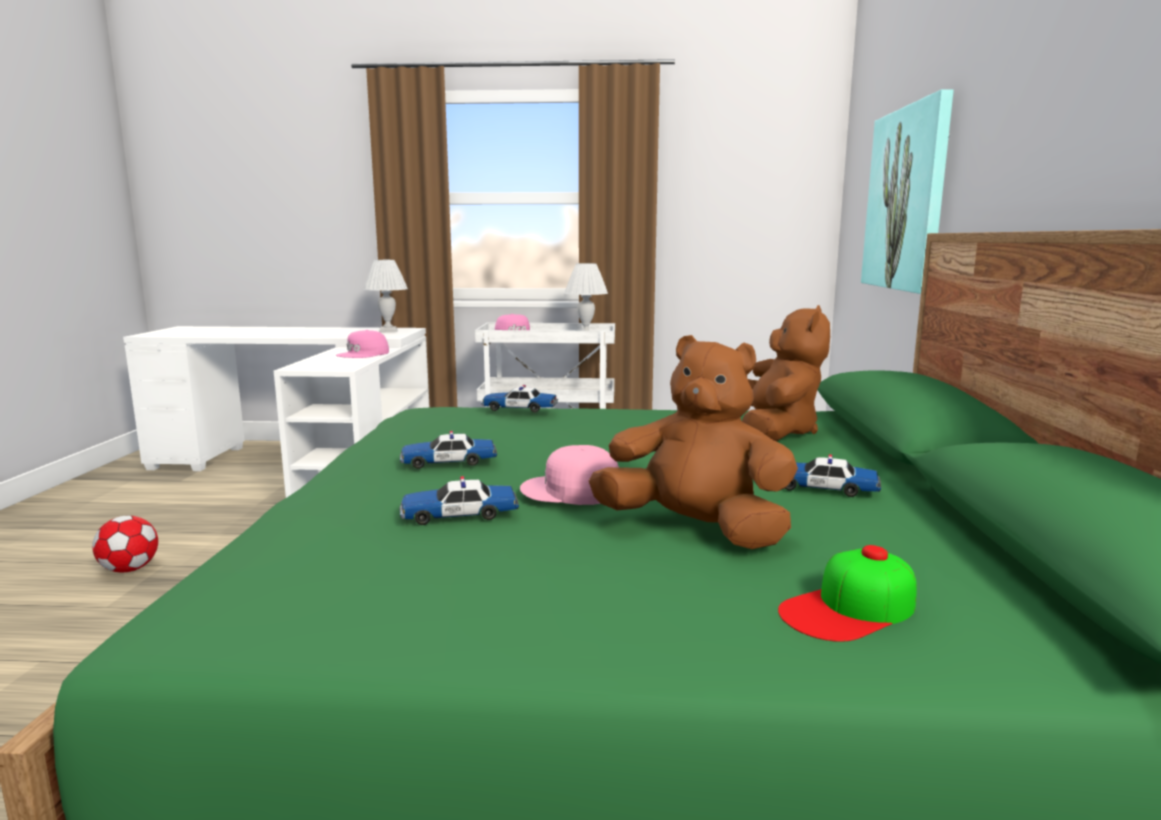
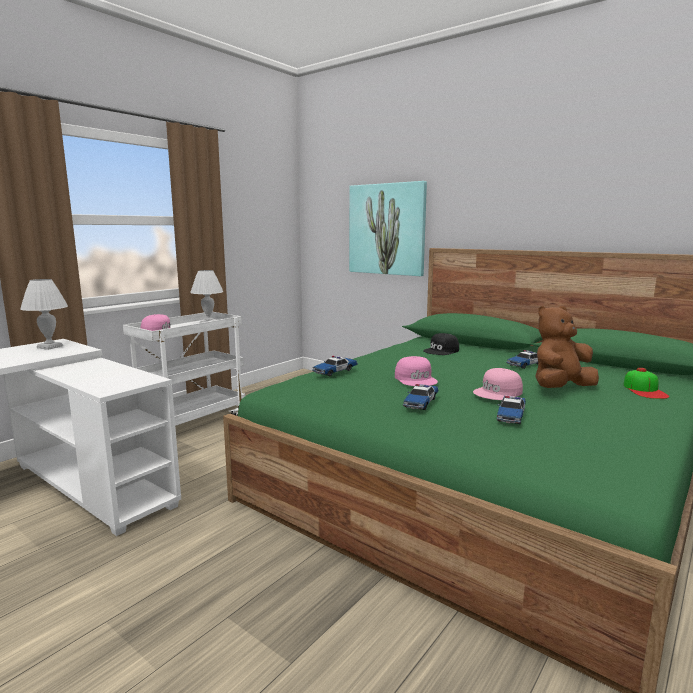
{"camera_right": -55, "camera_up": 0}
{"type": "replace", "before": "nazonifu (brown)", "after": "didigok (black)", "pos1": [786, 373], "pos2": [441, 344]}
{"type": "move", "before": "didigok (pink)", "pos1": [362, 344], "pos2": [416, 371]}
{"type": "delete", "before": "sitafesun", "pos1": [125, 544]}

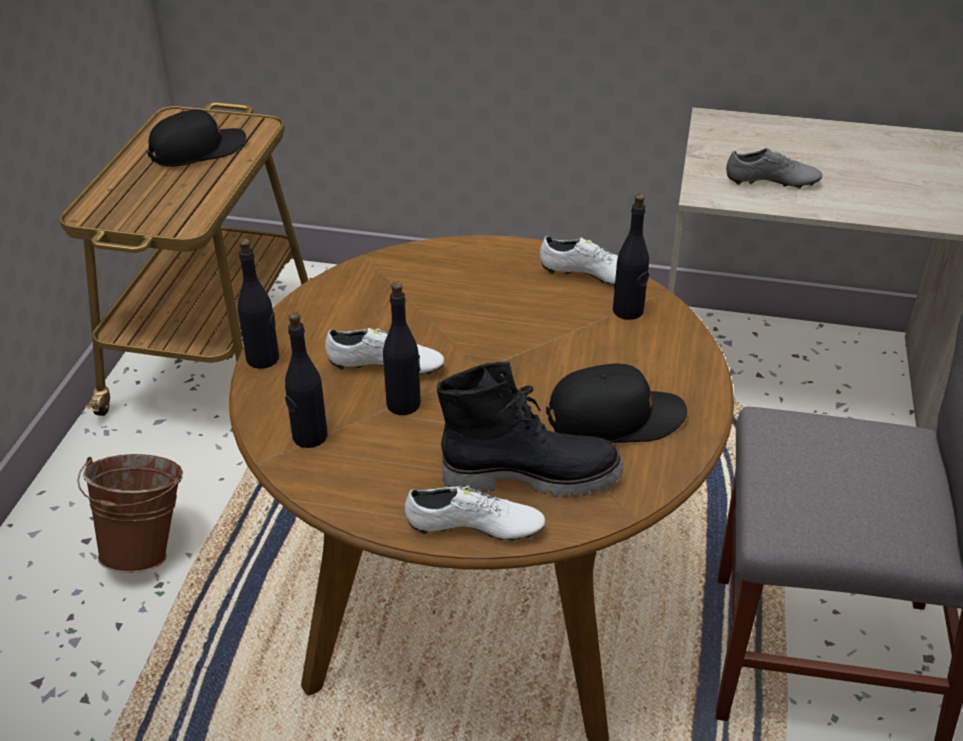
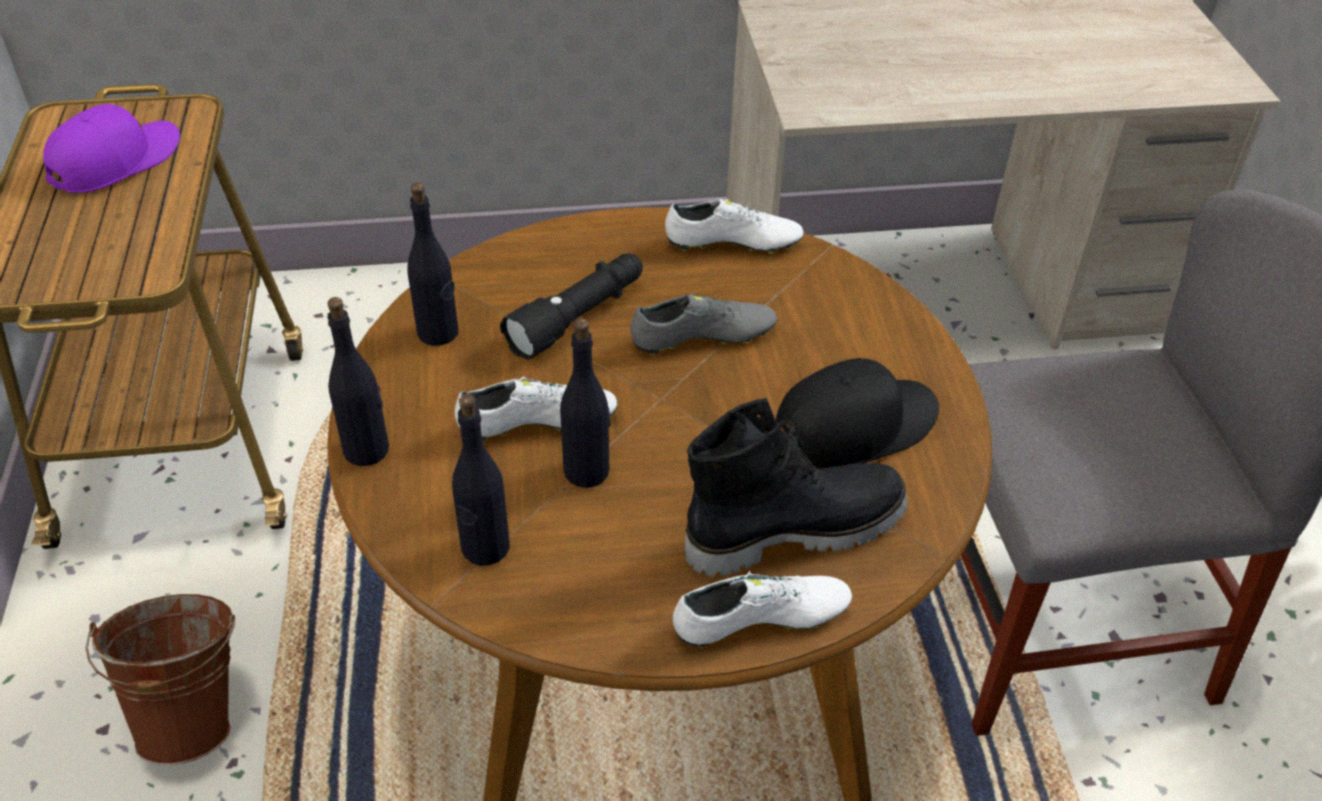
{"camera_right": -20, "camera_up": 5}
{"type": "recolor", "before": "didigok (black)", "after": "didigok (purple)", "pos1": [197, 138], "pos2": [111, 148]}
{"type": "move", "before": "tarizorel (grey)", "pos1": [774, 168], "pos2": [703, 324]}
{"type": "move", "before": "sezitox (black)", "pos1": [631, 257], "pos2": [432, 264]}
{"type": "insert", "after": "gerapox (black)", "pos2": [571, 307]}

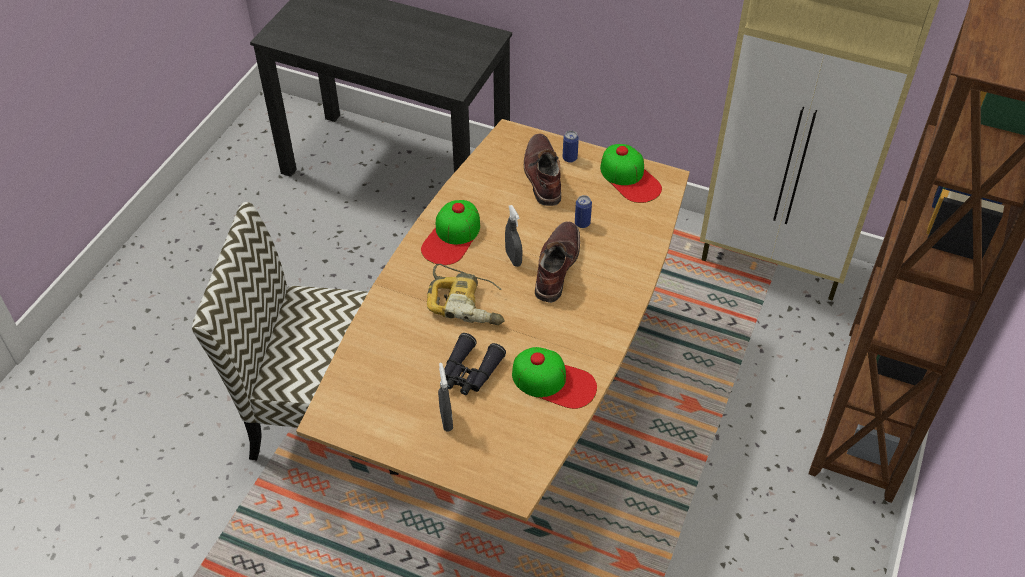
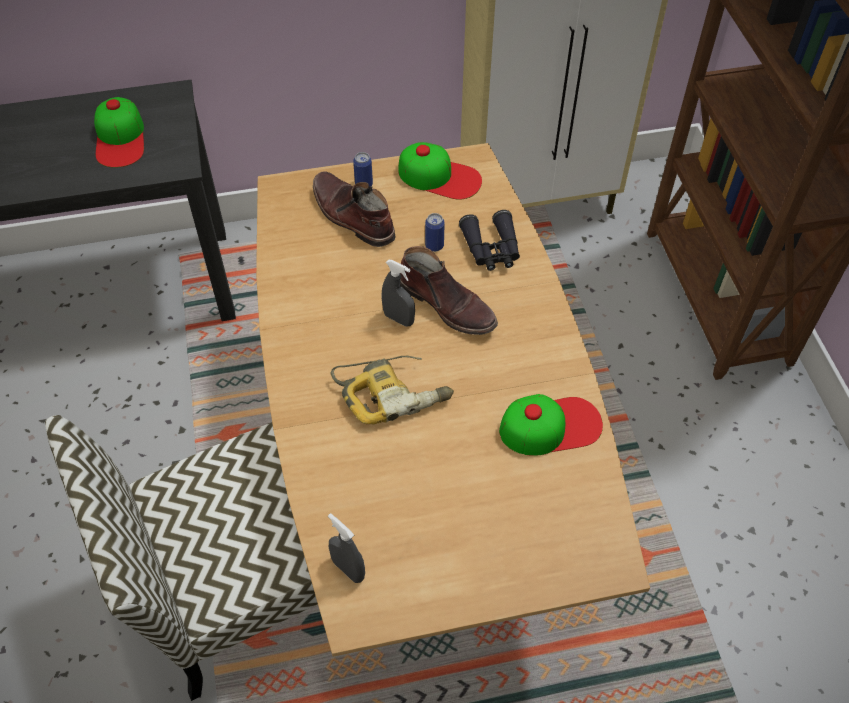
{"camera_right": -35, "camera_up": 5}
{"type": "move", "before": "didigok", "pos1": [450, 232], "pos2": [119, 132]}
{"type": "rotate", "before": "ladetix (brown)", "pos1": [557, 262], "pos2": [449, 290], "turn": 150}
{"type": "move", "before": "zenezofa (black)", "pos1": [475, 364], "pos2": [489, 240]}
{"type": "move", "before": "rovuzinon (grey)", "pos1": [445, 397], "pos2": [346, 548]}

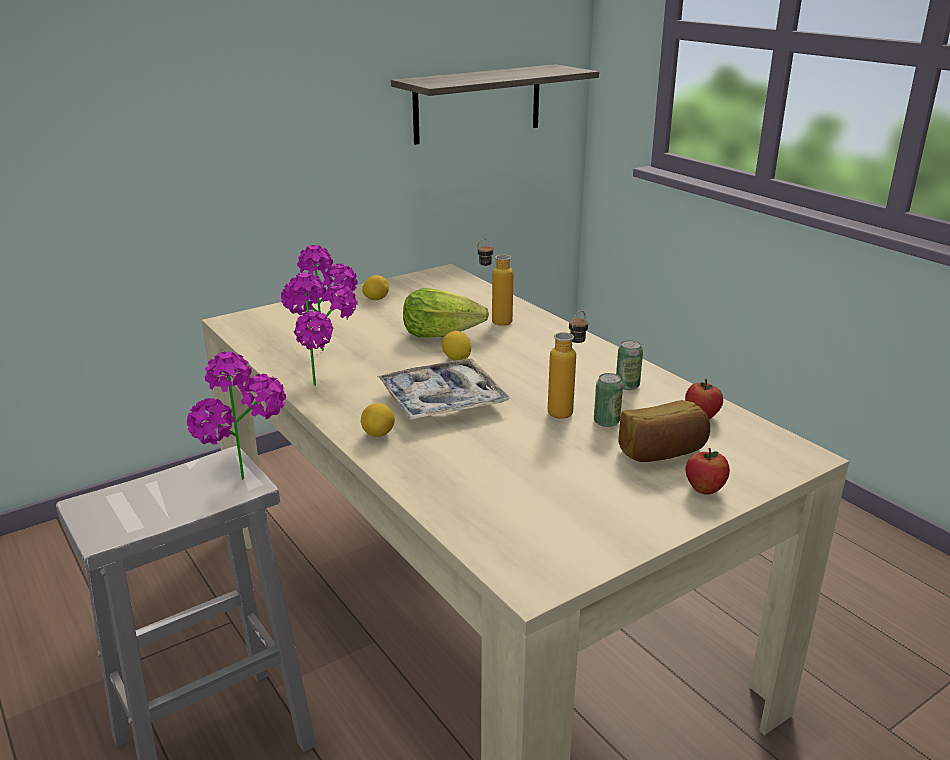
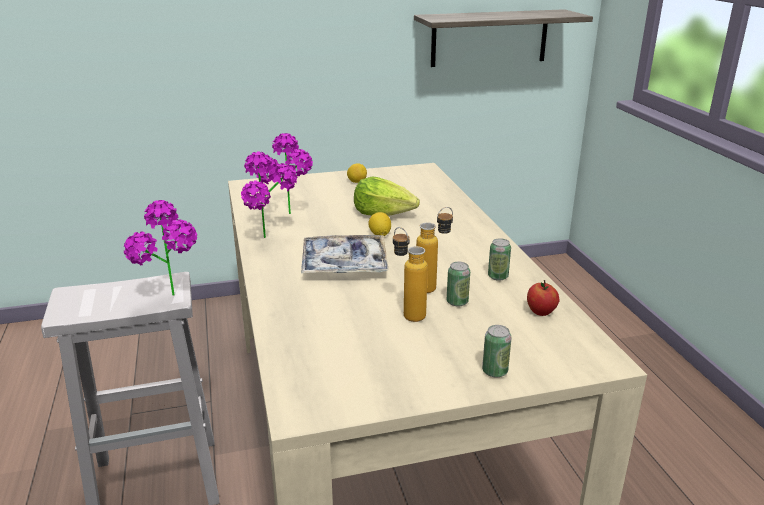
{"camera_right": 20, "camera_up": 0}
{"type": "move", "before": "sezitox", "pos1": [495, 282], "pos2": [410, 274]}
{"type": "delete", "before": "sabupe", "pos1": [664, 431]}
{"type": "delete", "before": "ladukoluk", "pos1": [378, 420]}
{"type": "replace", "before": "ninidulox", "after": "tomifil", "pos1": [708, 471], "pos2": [497, 351]}

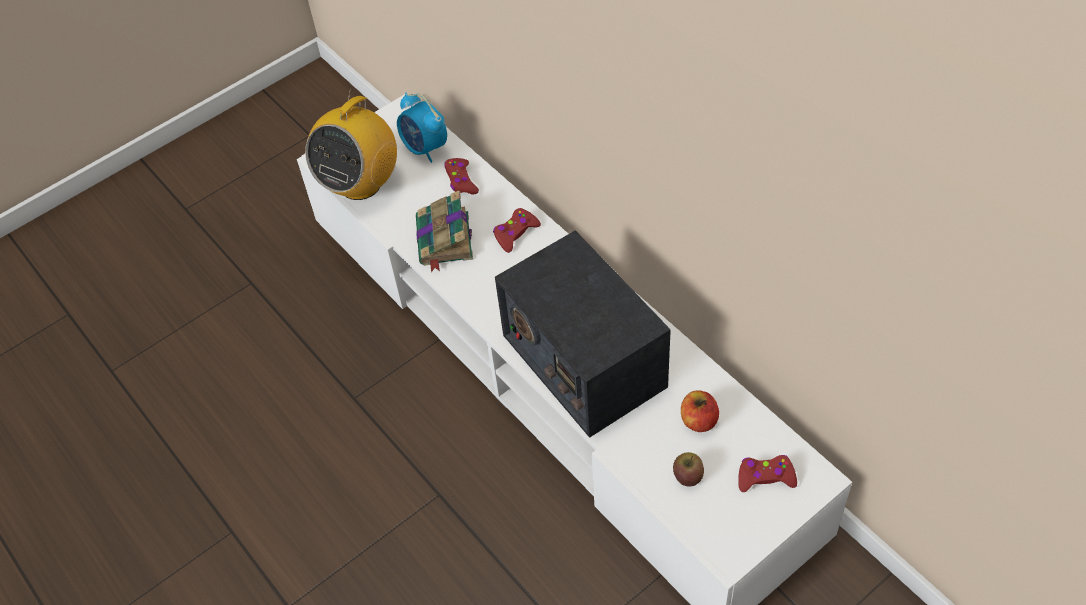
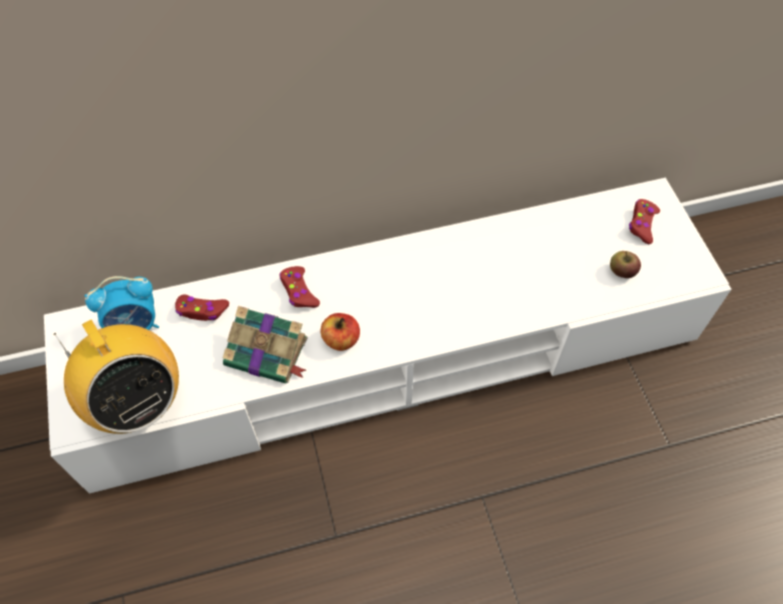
{"camera_right": -70, "camera_up": 5}
{"type": "delete", "before": "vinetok", "pos1": [583, 334]}
{"type": "move", "before": "ninidulox", "pos1": [700, 411], "pos2": [340, 332]}

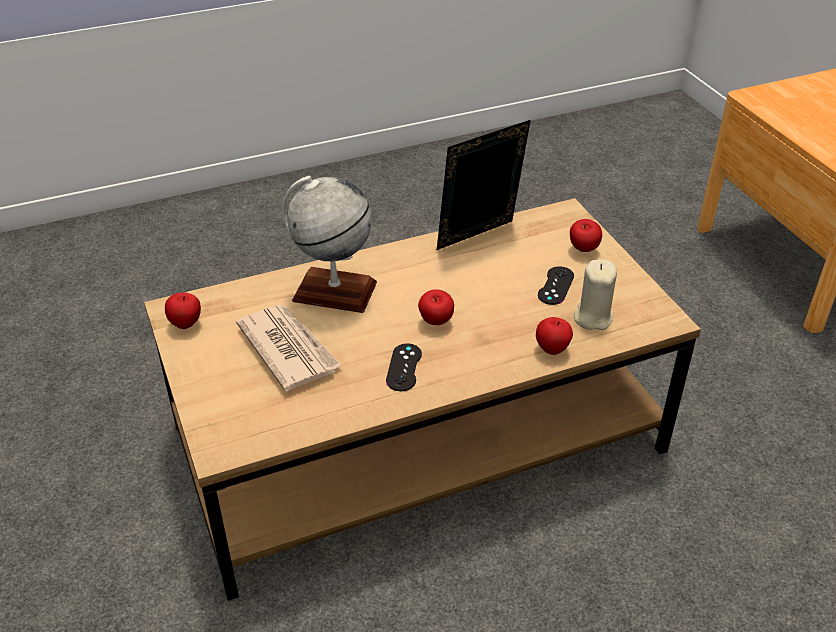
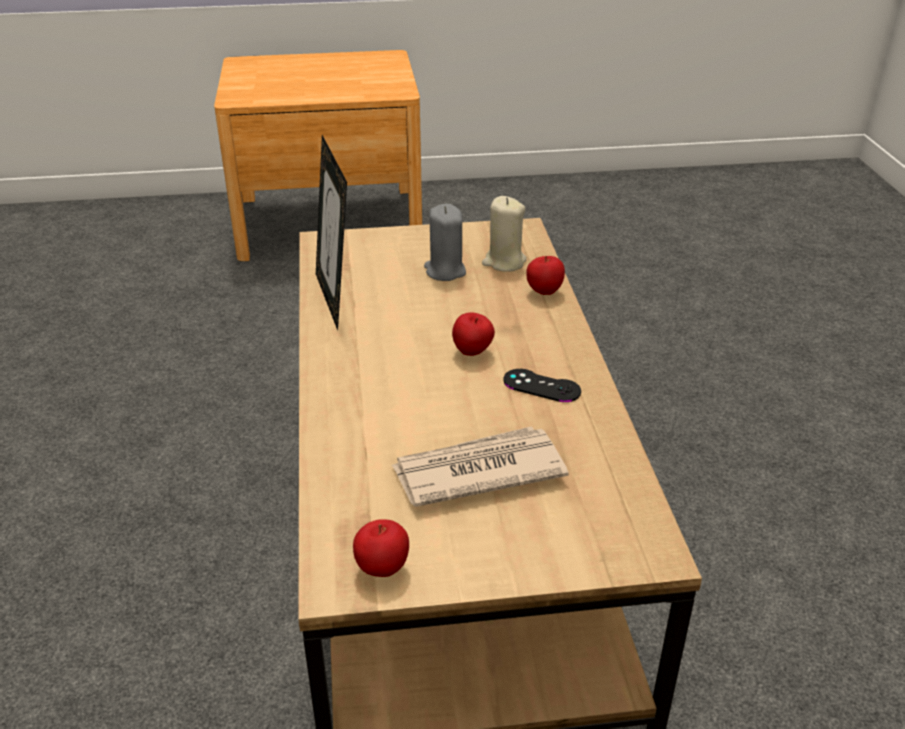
{"camera_right": -75, "camera_up": -5}
{"type": "delete", "before": "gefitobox", "pos1": [329, 244]}
{"type": "delete", "before": "ninidulox", "pos1": [586, 235]}
{"type": "replace", "before": "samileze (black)", "after": "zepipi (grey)", "pos1": [556, 286], "pos2": [445, 242]}

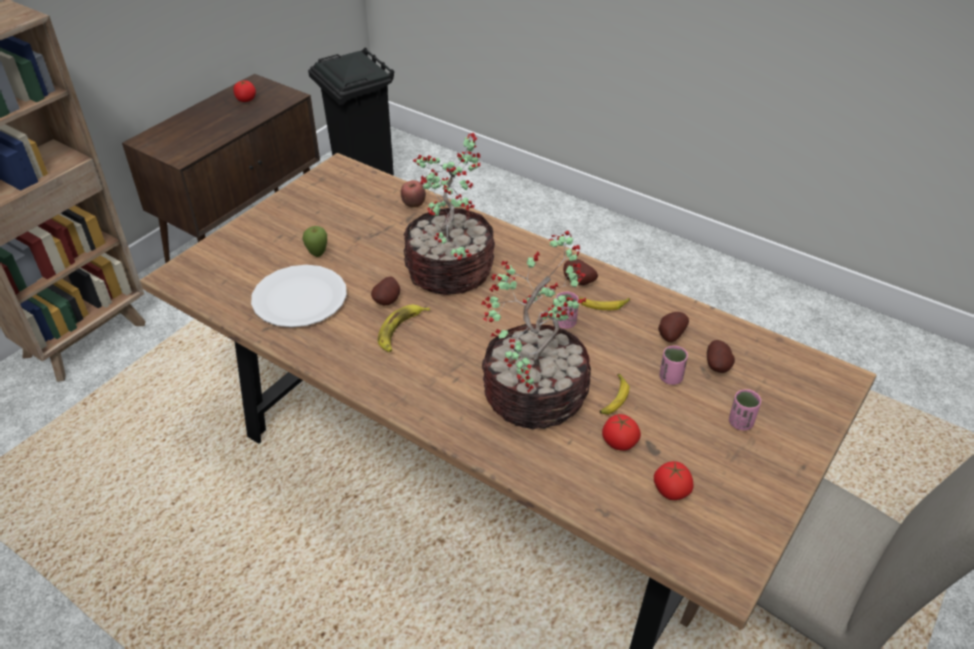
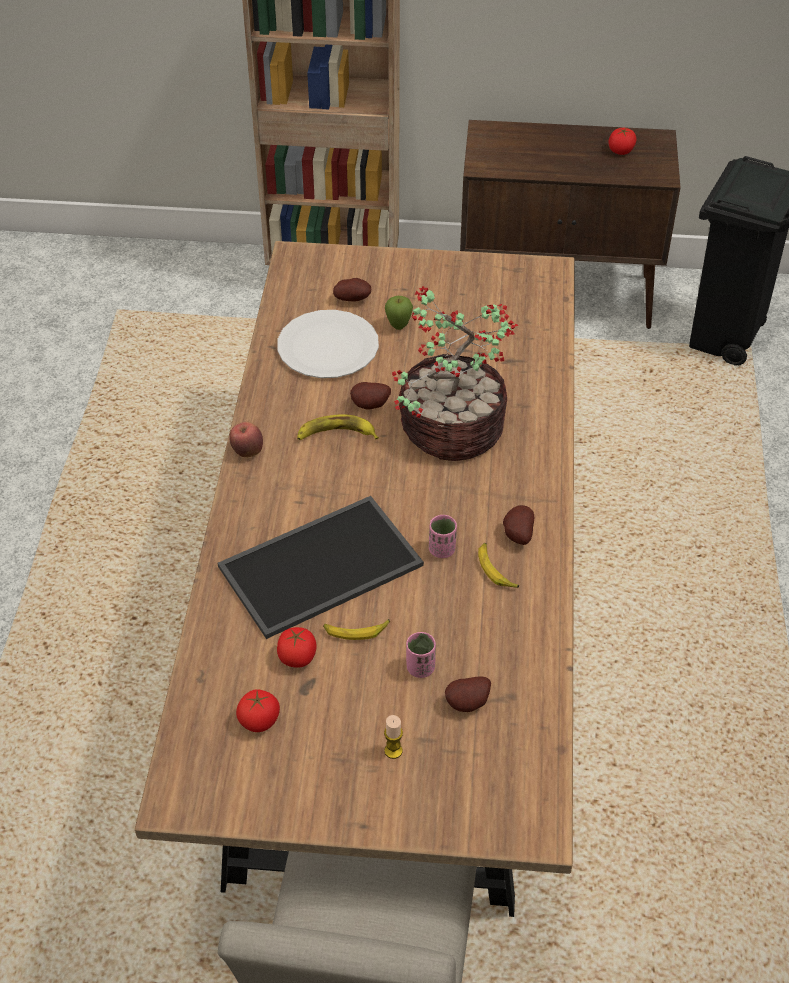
{"camera_right": 60, "camera_up": 5}
{"type": "move", "before": "ninidulox", "pos1": [413, 194], "pos2": [246, 440]}
{"type": "replace", "before": "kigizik", "after": "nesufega", "pos1": [536, 330], "pos2": [321, 567]}
{"type": "move", "before": "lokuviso", "pos1": [673, 327], "pos2": [352, 289]}
{"type": "replace", "before": "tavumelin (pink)", "after": "zepipi", "pos1": [745, 409], "pos2": [393, 737]}

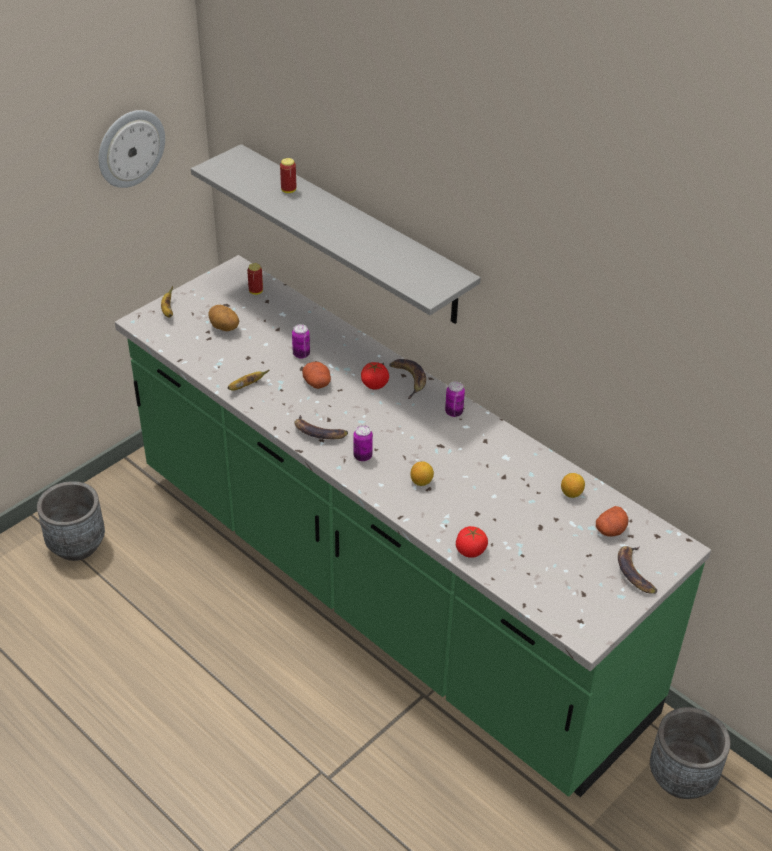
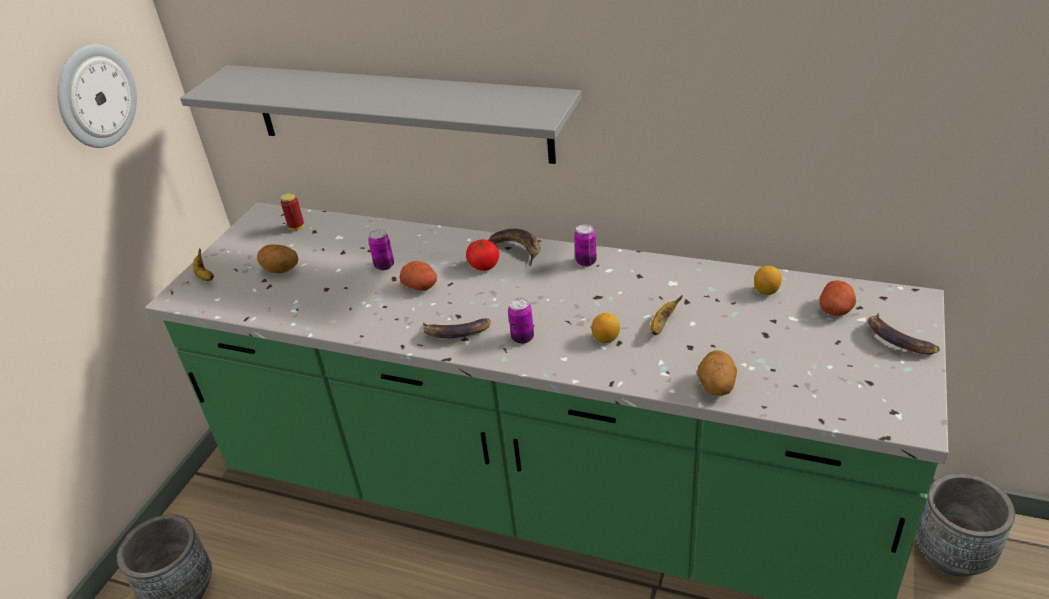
{"camera_right": -20, "camera_up": -5}
{"type": "delete", "before": "tomifil", "pos1": [288, 175]}
{"type": "move", "before": "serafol", "pos1": [248, 380], "pos2": [666, 315]}
{"type": "replace", "before": "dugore", "after": "lokuviso", "pos1": [472, 542], "pos2": [717, 373]}

